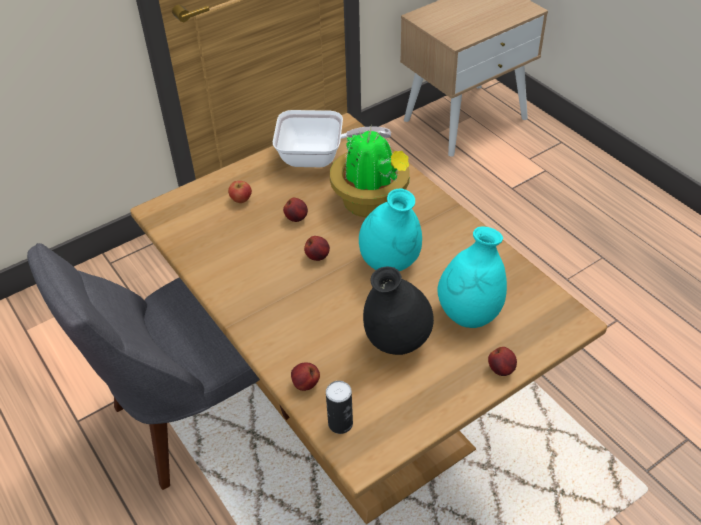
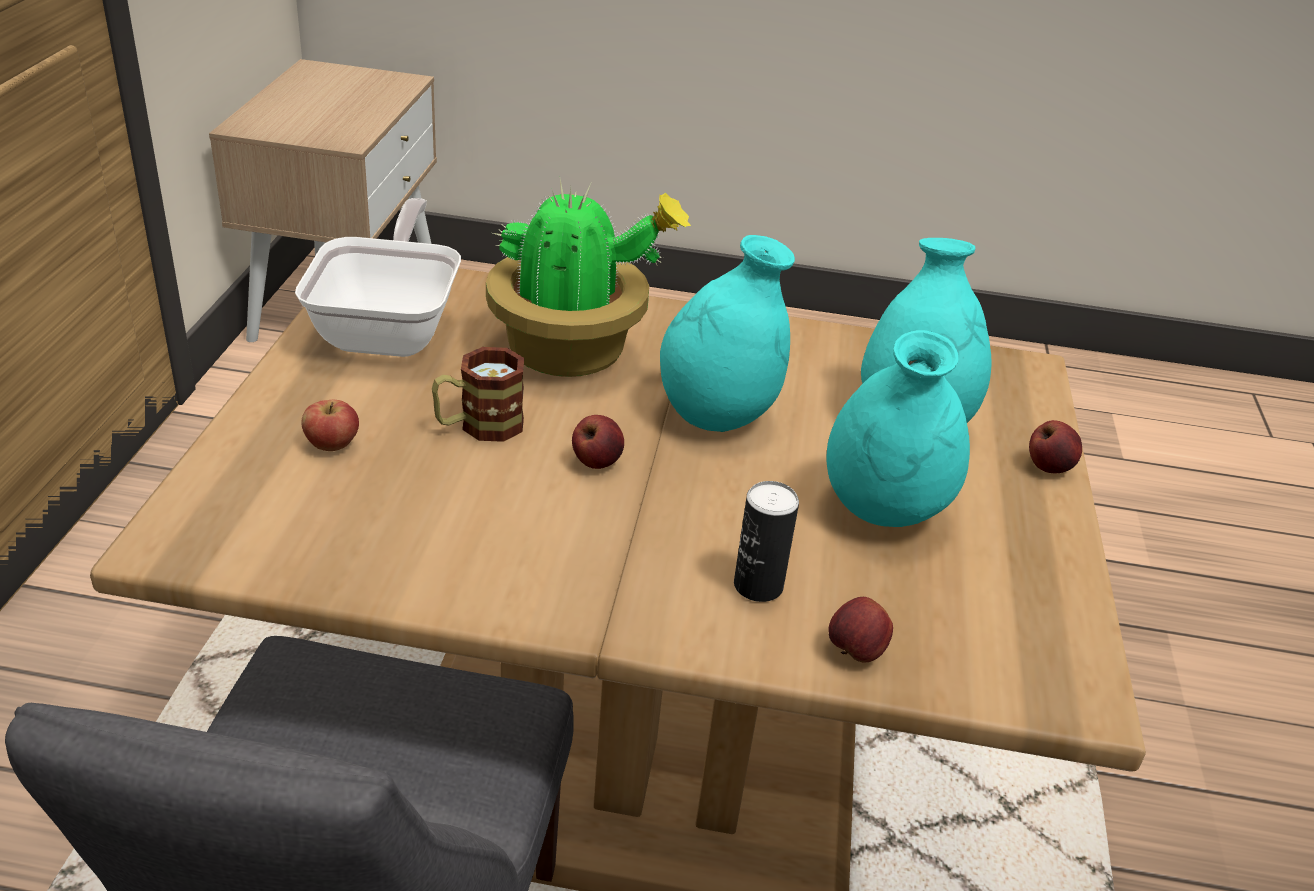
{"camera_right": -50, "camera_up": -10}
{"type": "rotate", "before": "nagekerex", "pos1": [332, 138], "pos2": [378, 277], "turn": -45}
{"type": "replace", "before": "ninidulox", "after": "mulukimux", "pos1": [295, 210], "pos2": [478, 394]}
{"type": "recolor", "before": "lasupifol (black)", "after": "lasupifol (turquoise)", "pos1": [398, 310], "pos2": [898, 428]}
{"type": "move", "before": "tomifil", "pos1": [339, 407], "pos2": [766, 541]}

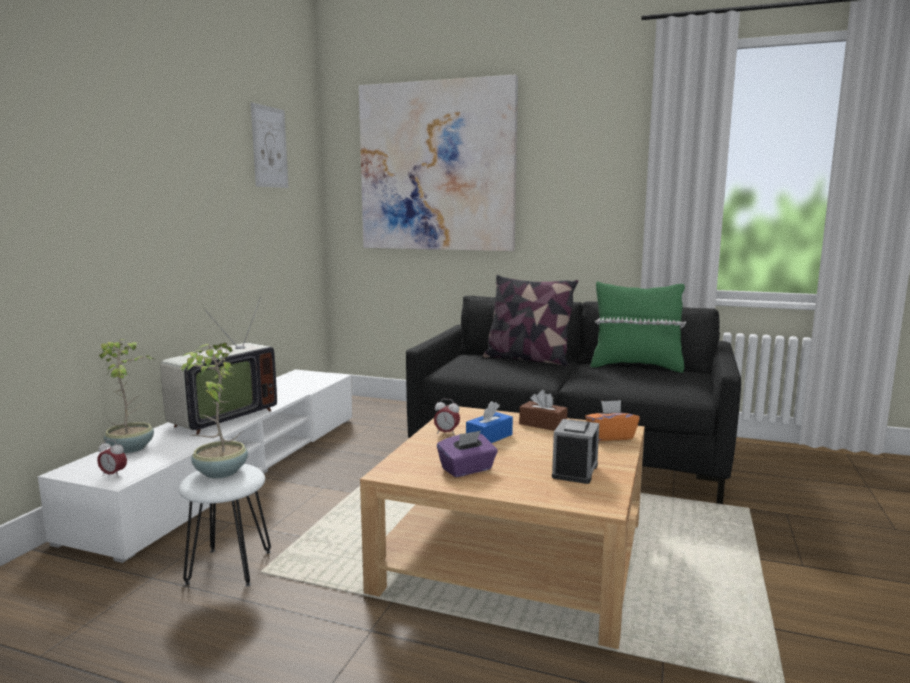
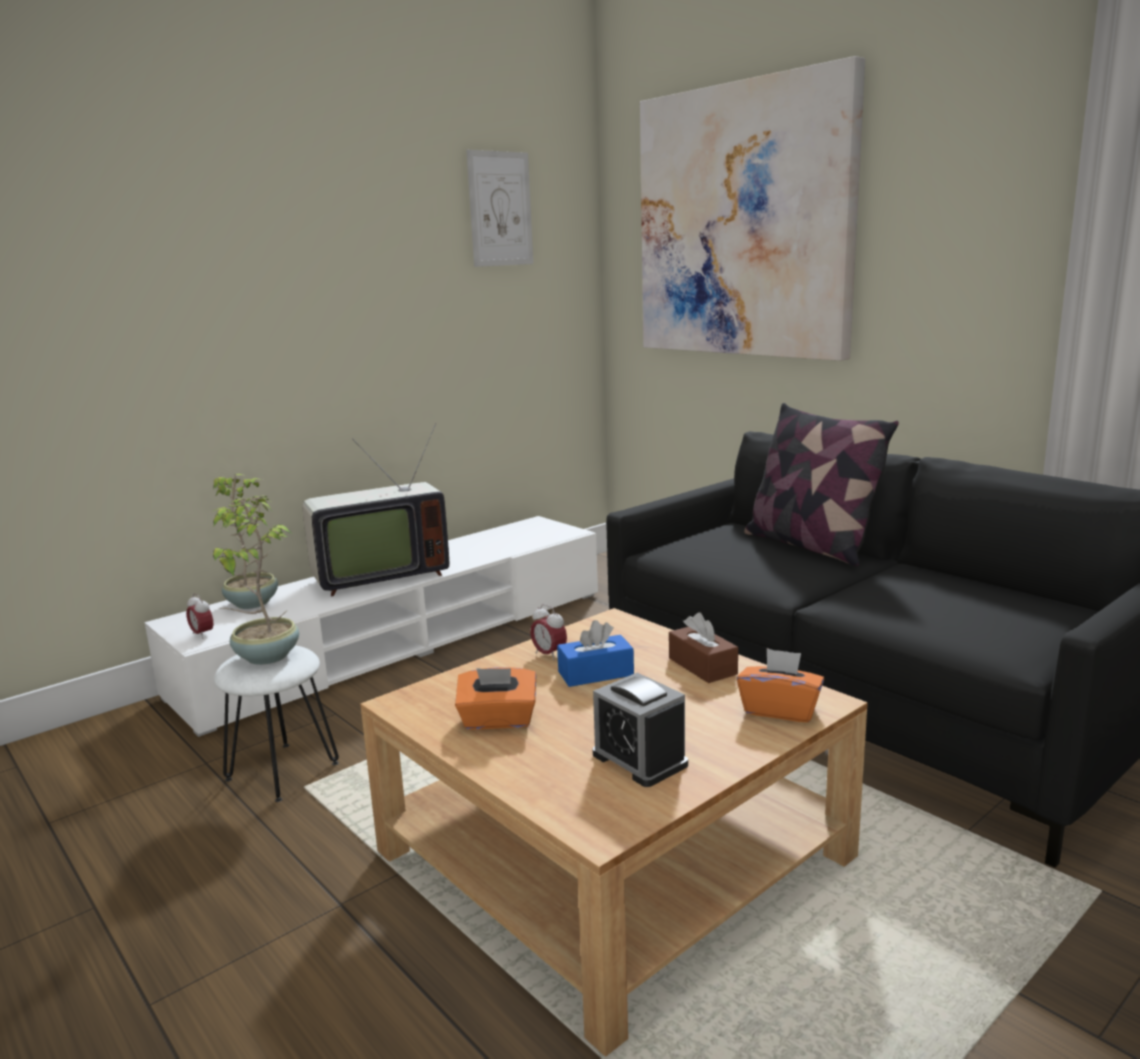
{"camera_right": 30, "camera_up": 5}
{"type": "delete", "before": "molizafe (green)", "pos1": [638, 327]}
{"type": "rotate", "before": "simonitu", "pos1": [575, 451], "pos2": [640, 729], "turn": 90}
{"type": "recolor", "before": "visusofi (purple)", "after": "visusofi (orange)", "pos1": [467, 453], "pos2": [495, 698]}

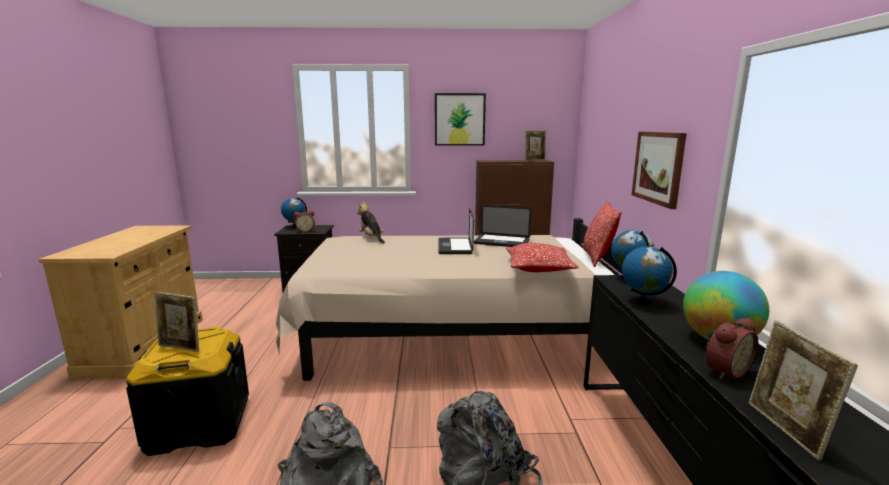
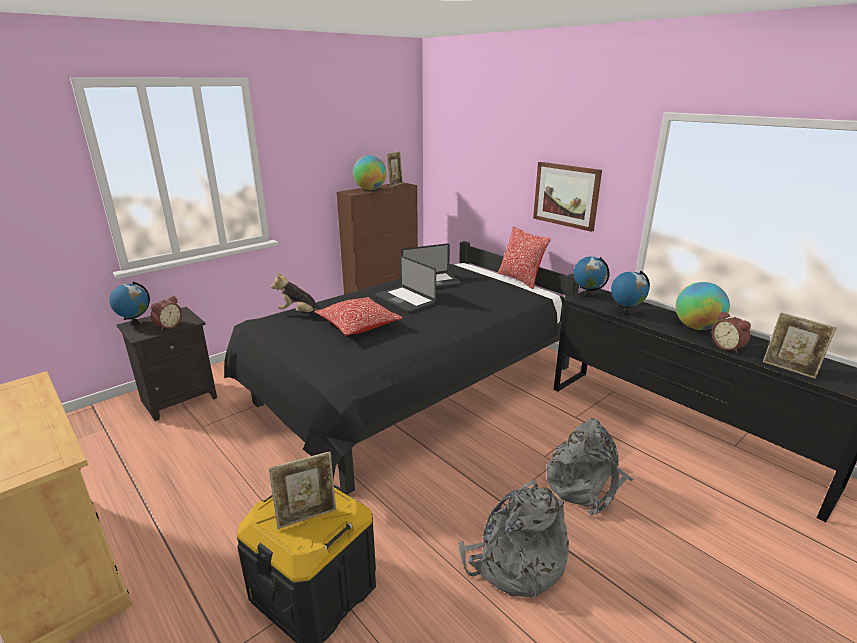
{"camera_right": -40, "camera_up": 10}
{"type": "delete", "before": "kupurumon", "pos1": [460, 119]}
{"type": "recolor", "before": "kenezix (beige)", "after": "kenezix (black)", "pos1": [449, 299], "pos2": [401, 367]}
{"type": "move", "before": "molizafe", "pos1": [542, 257], "pos2": [359, 316]}
{"type": "rotate", "before": "simonitu", "pos1": [732, 349], "pos2": [731, 332], "turn": 135}
{"type": "insert", "after": "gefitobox", "pos2": [370, 172]}

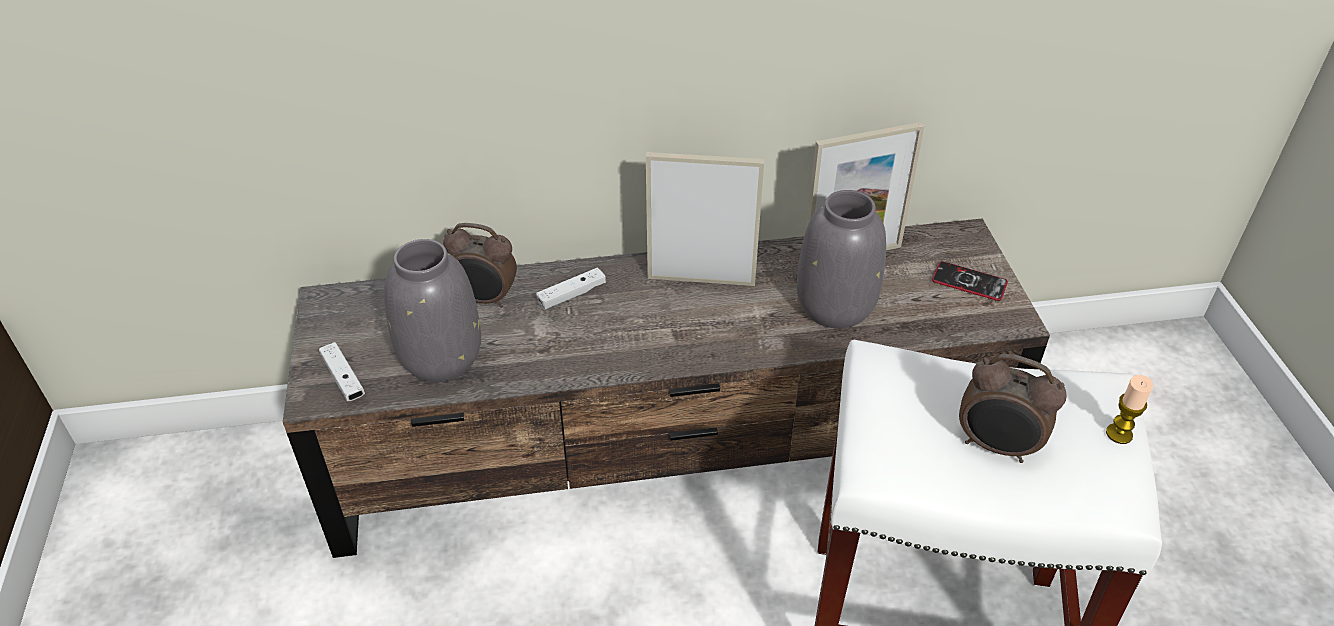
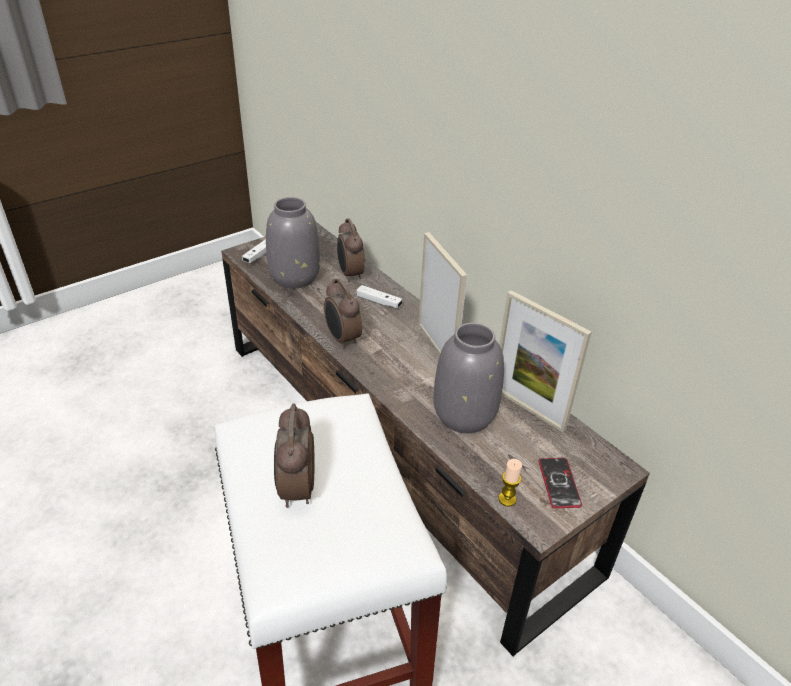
{"camera_right": 60, "camera_up": -5}
{"type": "move", "before": "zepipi", "pos1": [1129, 409], "pos2": [510, 483]}
{"type": "insert", "after": "simonitu", "pos2": [343, 313]}

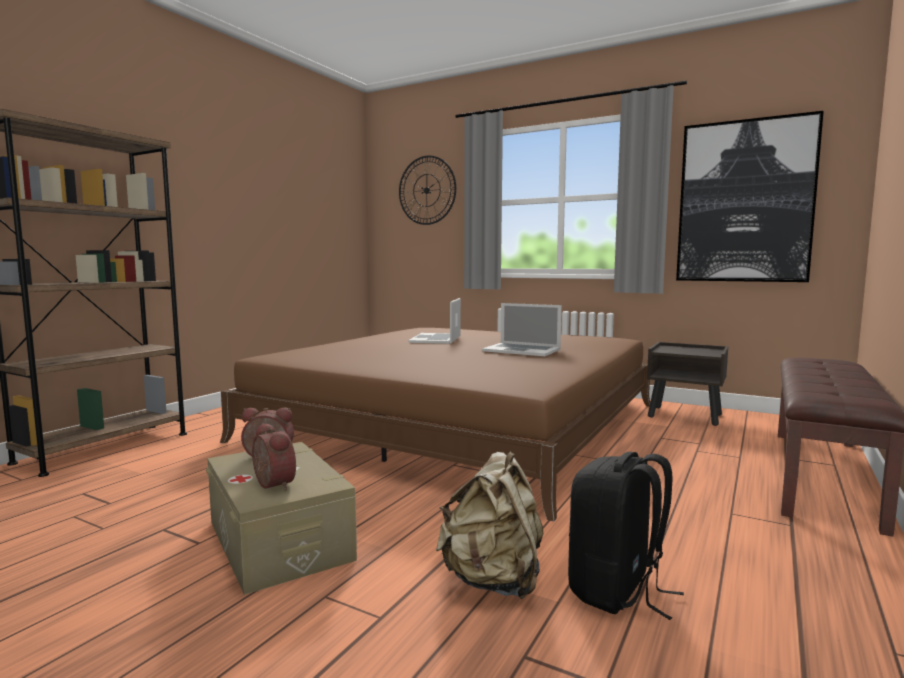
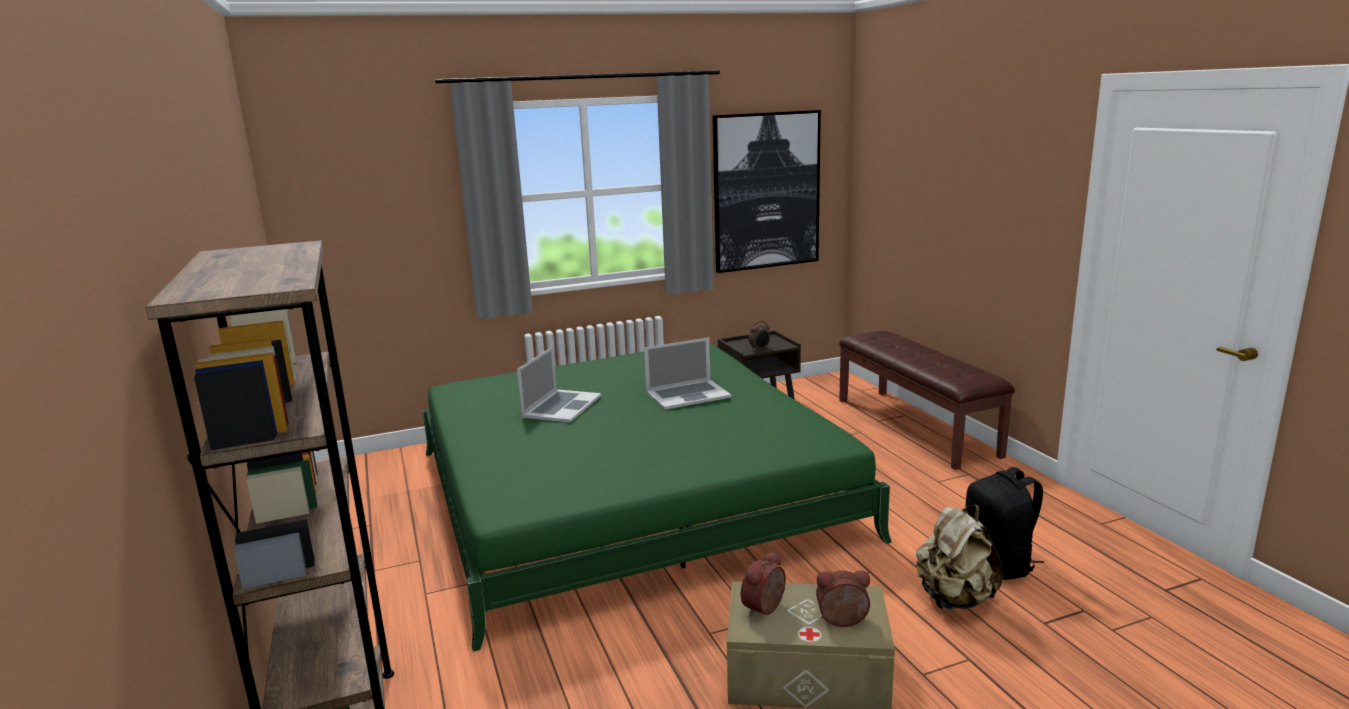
{"camera_right": -50, "camera_up": 10}
{"type": "delete", "before": "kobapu", "pos1": [427, 190]}
{"type": "rotate", "before": "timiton", "pos1": [434, 321], "pos2": [559, 385], "turn": -120}
{"type": "recolor", "before": "kenezix (brown)", "after": "kenezix (green)", "pos1": [435, 425], "pos2": [657, 497]}
{"type": "insert", "after": "simonitu", "pos2": [759, 336]}

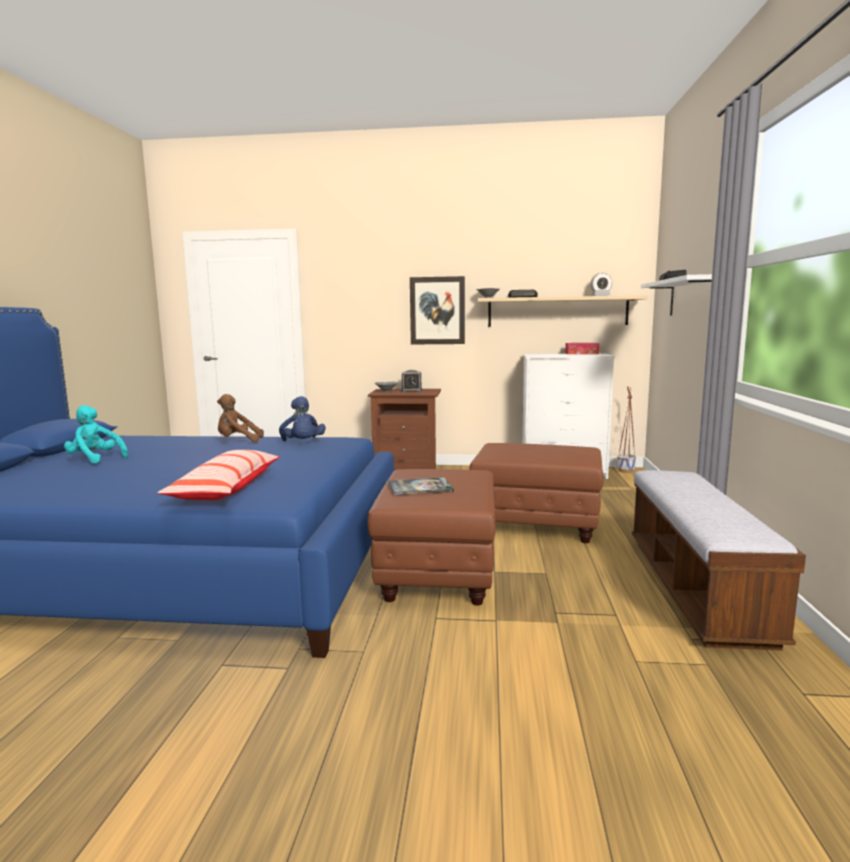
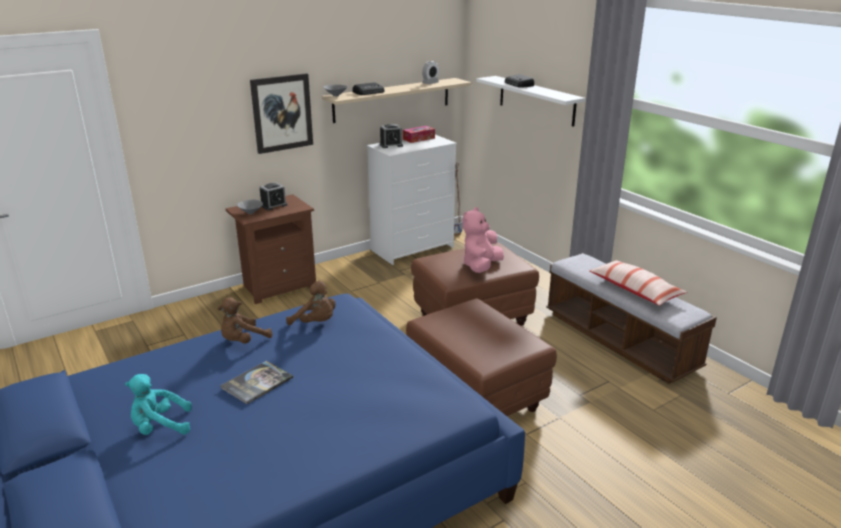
{"camera_right": -40, "camera_up": 15}
{"type": "recolor", "before": "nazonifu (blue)", "after": "nazonifu (brown)", "pos1": [302, 418], "pos2": [311, 303]}
{"type": "move", "before": "molizafe", "pos1": [218, 475], "pos2": [638, 283]}
{"type": "move", "before": "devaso", "pos1": [421, 486], "pos2": [256, 382]}
{"type": "insert", "after": "simonitu", "pos2": [391, 136]}
{"type": "insert", "after": "nazonifu (pink)", "pos2": [483, 240]}

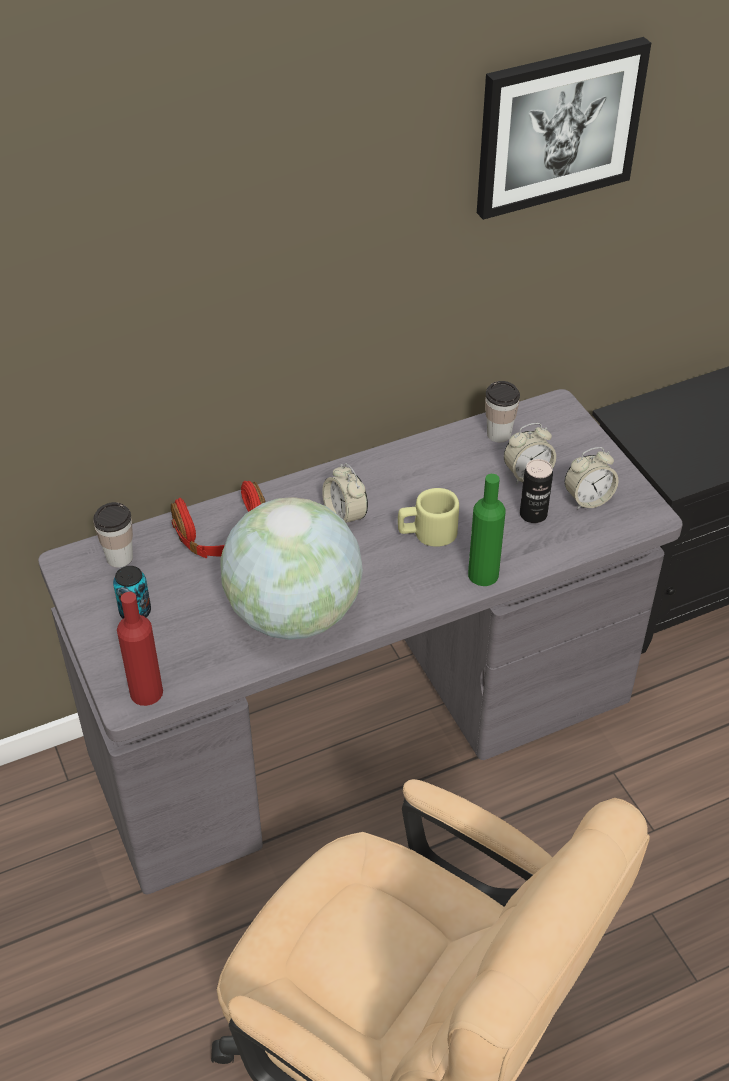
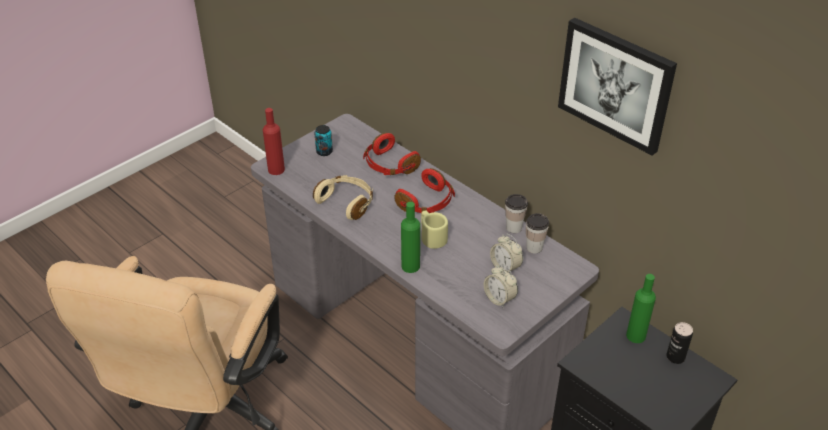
{"camera_right": 70, "camera_up": -5}
{"type": "move", "before": "tomifil", "pos1": [536, 491], "pos2": [679, 343]}
{"type": "replace", "before": "simonitu", "after": "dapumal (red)", "pos1": [345, 493], "pos2": [424, 190]}
{"type": "replace", "before": "gefitobox", "after": "dapumal (beige)", "pos1": [292, 568], "pos2": [343, 197]}
{"type": "move", "before": "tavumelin", "pos1": [113, 534], "pos2": [516, 213]}
{"type": "insert", "after": "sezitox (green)", "pos2": [641, 308]}

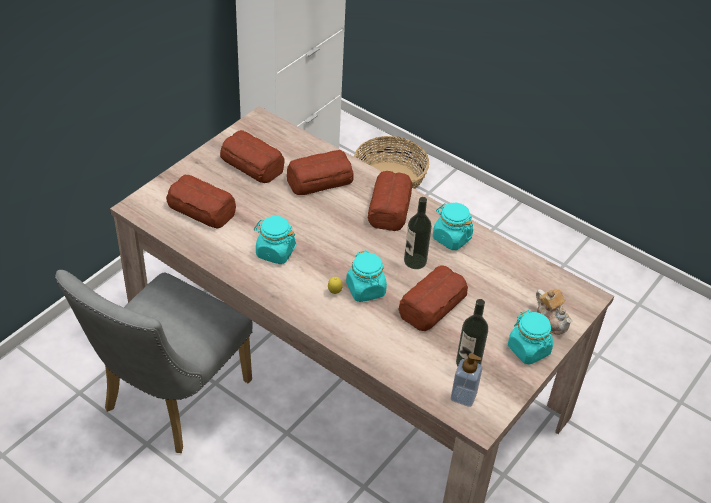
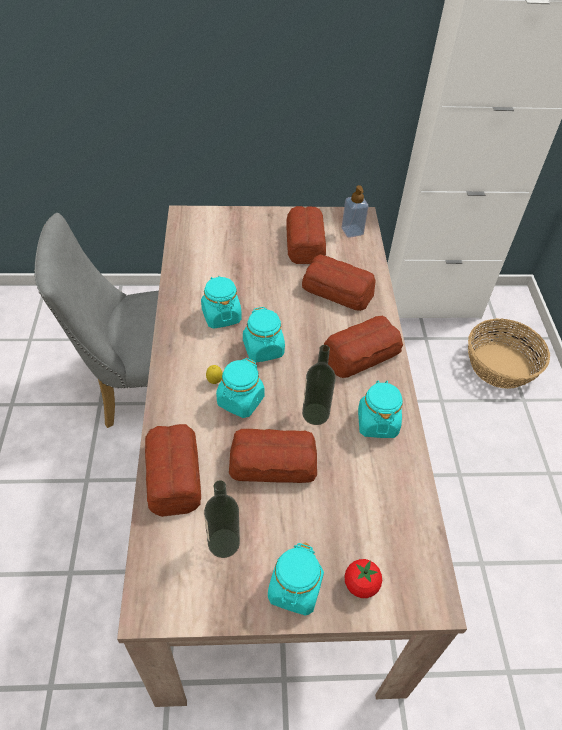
{"camera_right": 50, "camera_up": 5}
{"type": "move", "before": "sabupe", "pos1": [201, 202], "pos2": [173, 470]}
{"type": "replace", "before": "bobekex", "after": "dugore", "pos1": [554, 312], "pos2": [363, 578]}
{"type": "move", "before": "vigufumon", "pos1": [467, 380], "pos2": [355, 211]}
{"type": "insert", "after": "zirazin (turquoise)", "pos2": [264, 334]}

